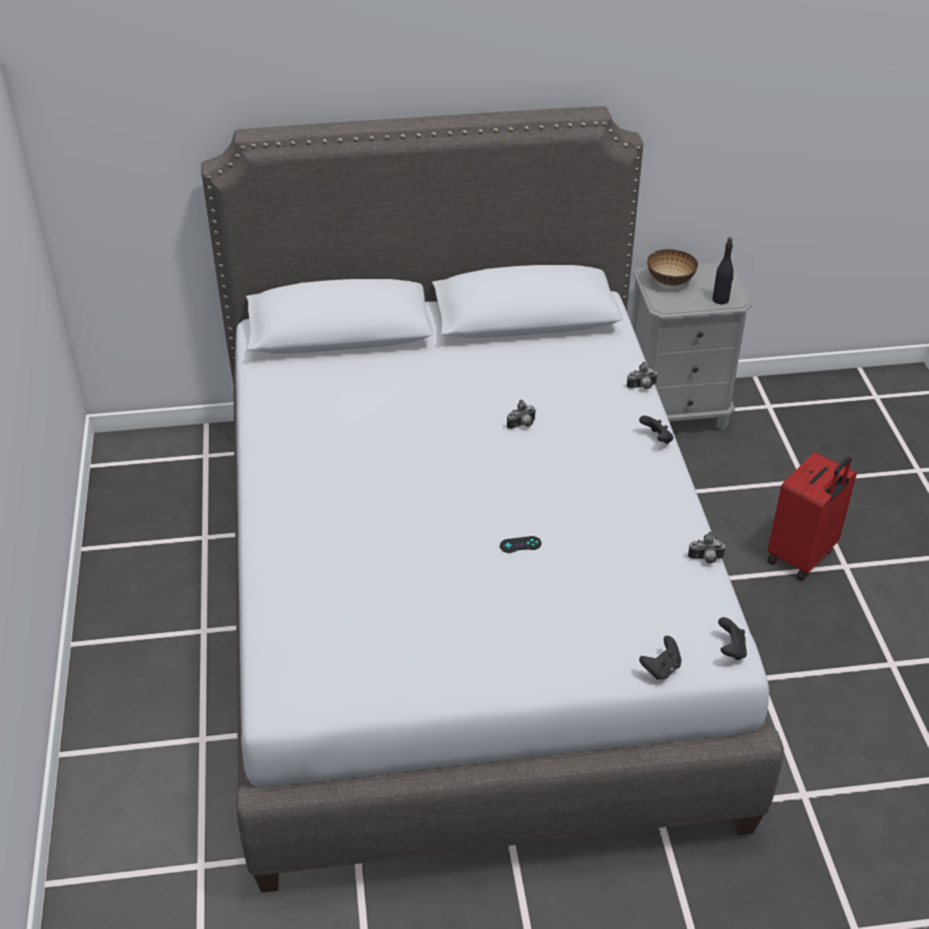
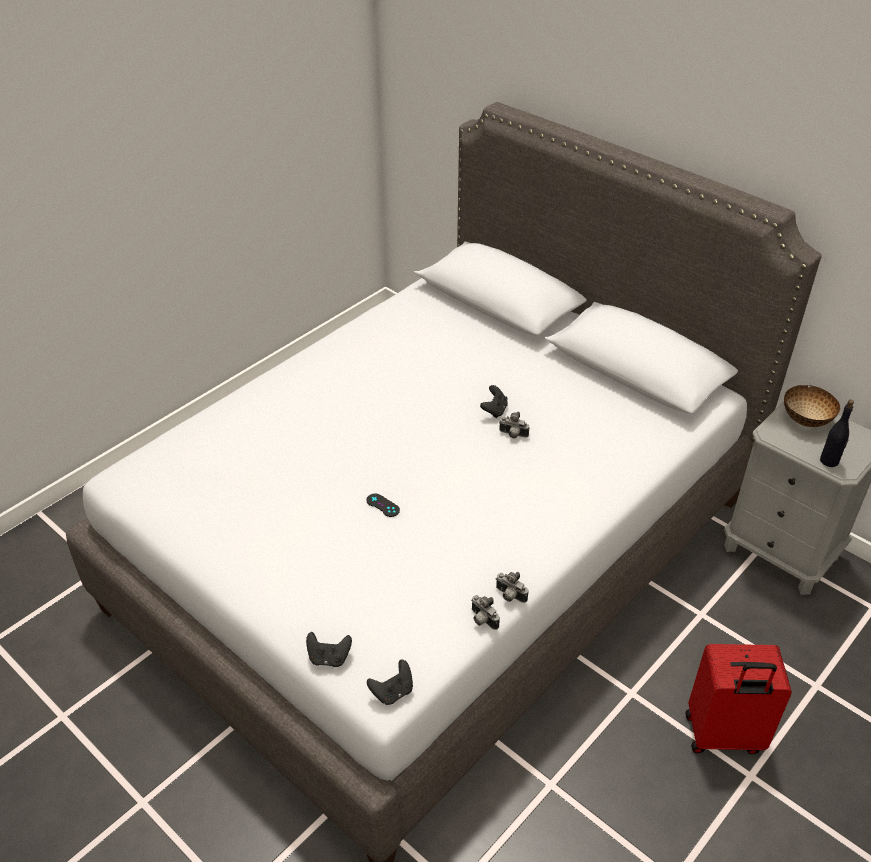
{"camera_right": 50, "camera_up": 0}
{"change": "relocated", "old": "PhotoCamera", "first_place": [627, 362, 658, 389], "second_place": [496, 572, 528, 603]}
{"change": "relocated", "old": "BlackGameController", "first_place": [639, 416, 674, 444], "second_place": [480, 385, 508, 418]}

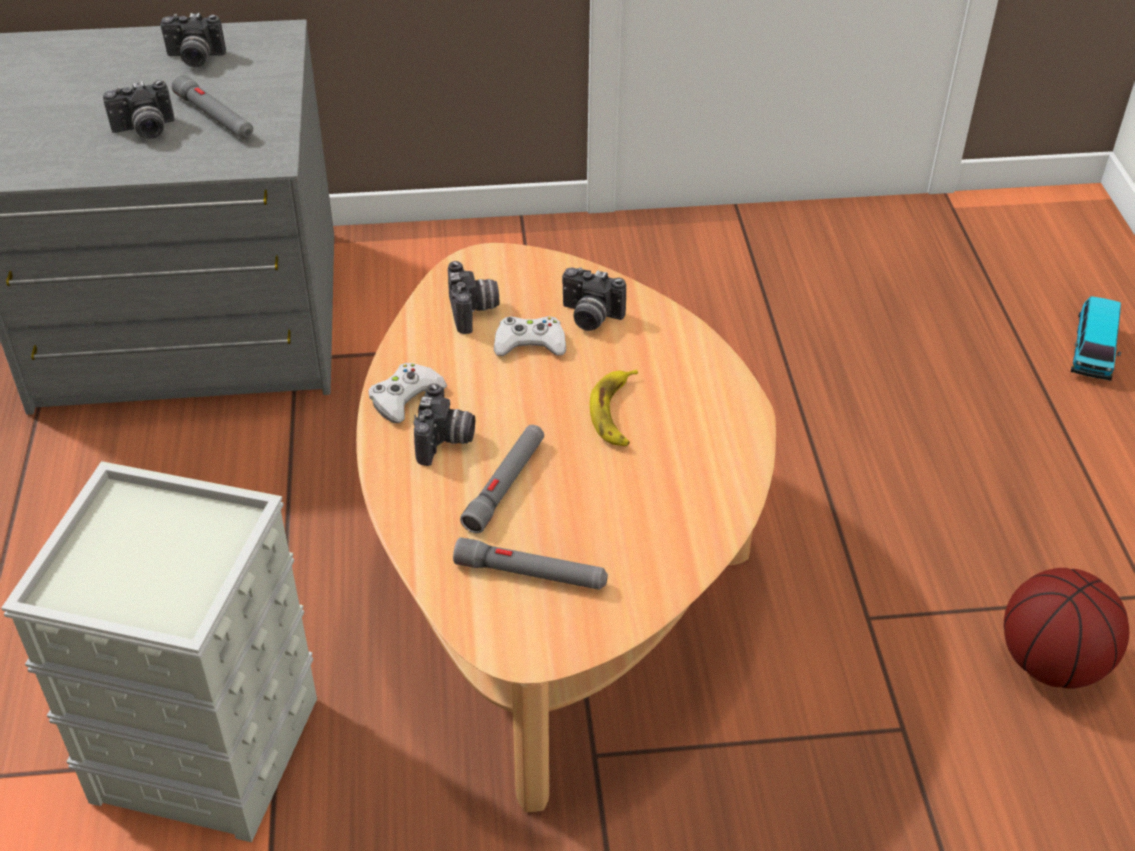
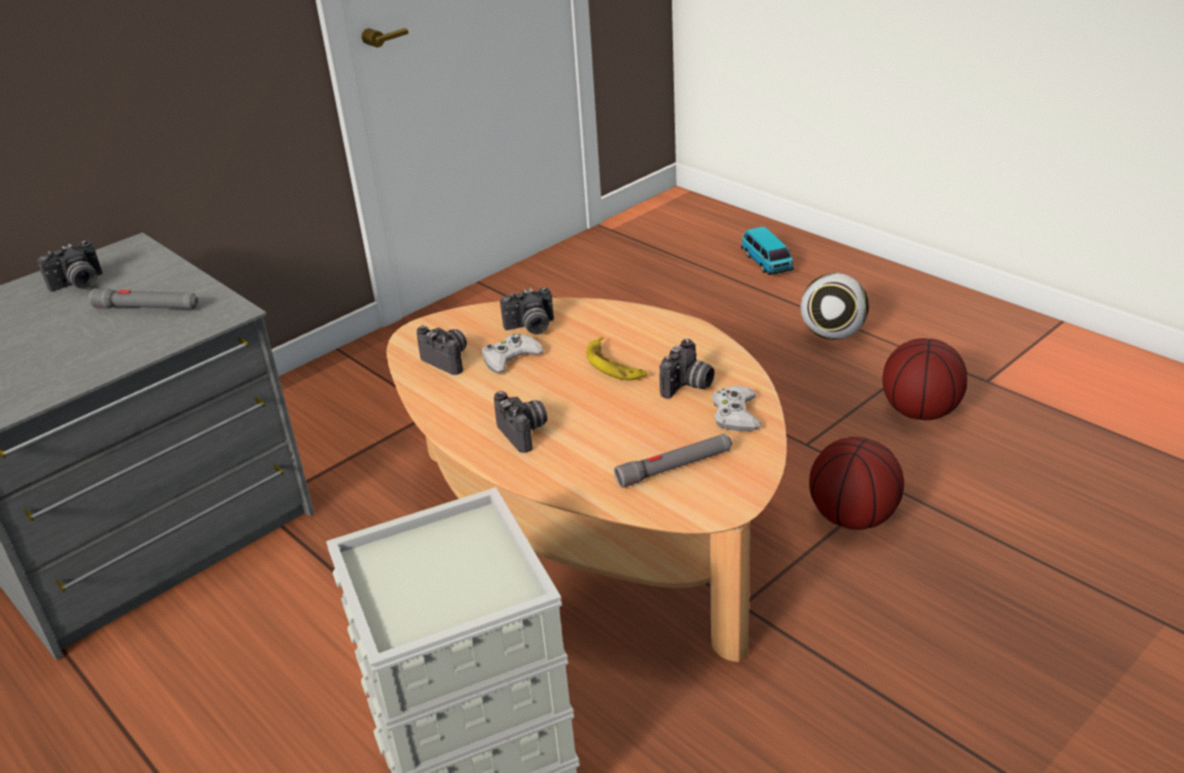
{"camera_right": -35, "camera_up": -10}
{"change": "missing", "old": "GreyFlashlight", "first_place": [460, 425, 544, 533]}
{"change": "appeared", "new": "Football", "second_place": [801, 273, 869, 340]}
{"change": "appeared", "new": "Basketball", "second_place": [809, 437, 904, 530]}
{"change": "relocated", "old": "PhotoCamera", "first_place": [103, 80, 175, 139], "second_place": [659, 339, 714, 399]}
{"change": "relocated", "old": "WhiteGameController", "first_place": [368, 363, 447, 423], "second_place": [712, 386, 761, 431]}

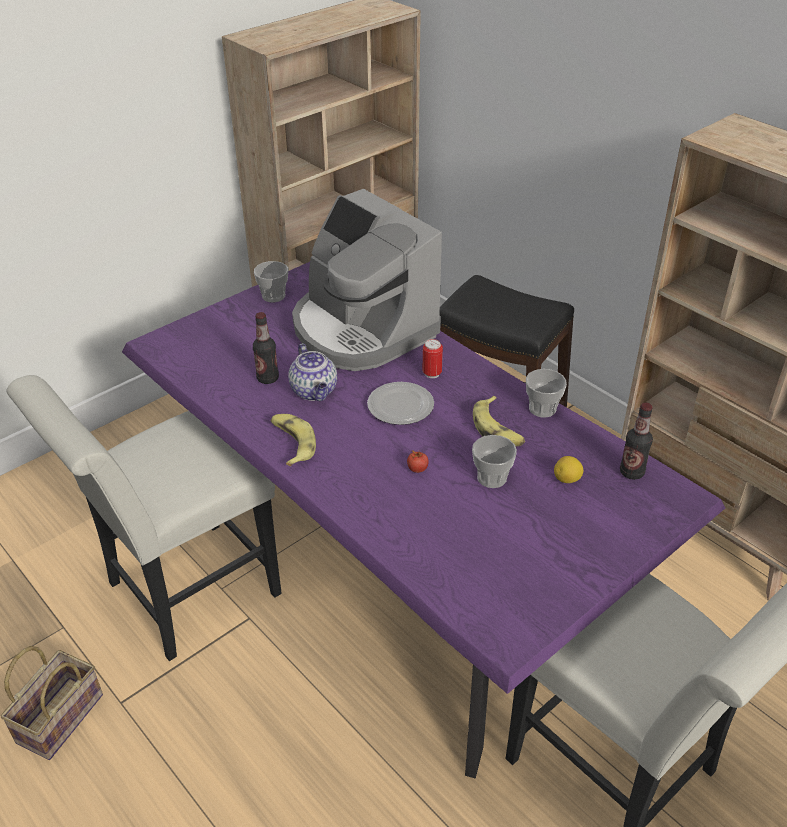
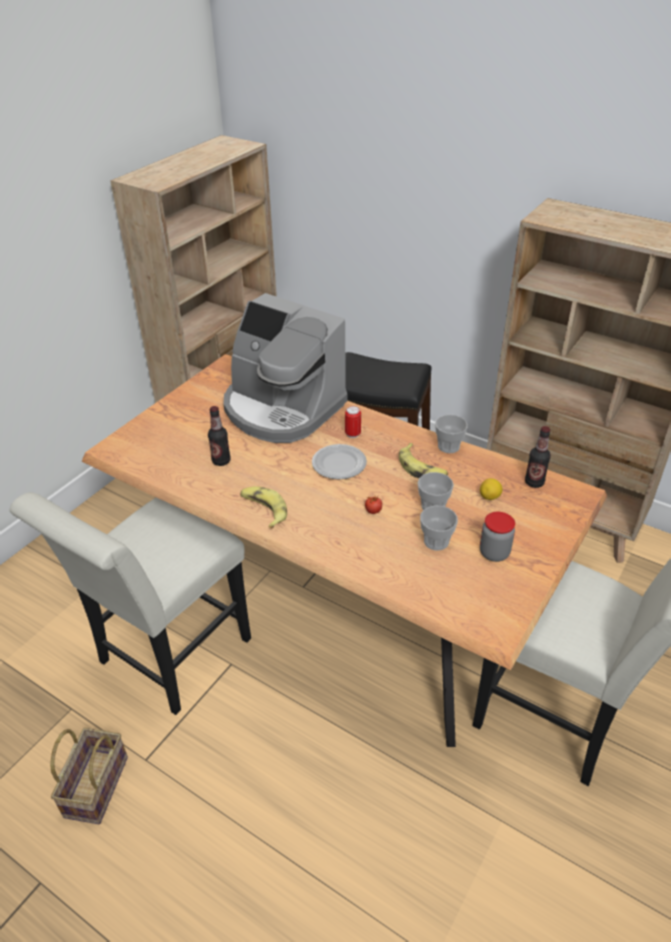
{"camera_right": -15, "camera_up": 0}
{"change": "missing", "old": "Teapot", "first_place": [288, 343, 337, 401]}
{"change": "appeared", "new": "Jar", "second_place": [480, 512, 515, 562]}
{"change": "relocated", "old": "Cup", "first_place": [254, 261, 289, 302], "second_place": [420, 506, 458, 551]}
{"change": "colour", "old": "PurpleDiningTable", "new": "BrownDiningTable", "first_place": [122, 262, 725, 779], "second_place": [82, 354, 607, 747]}

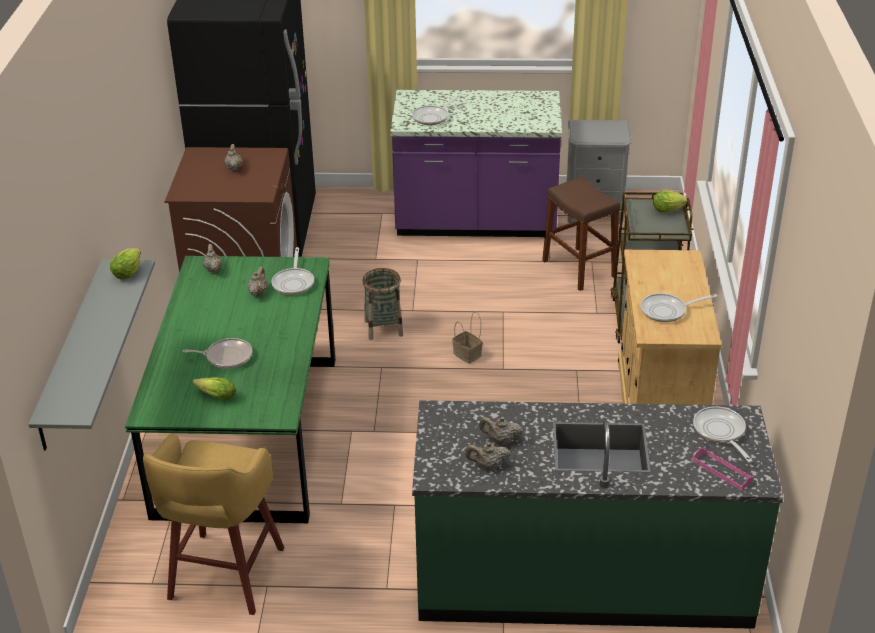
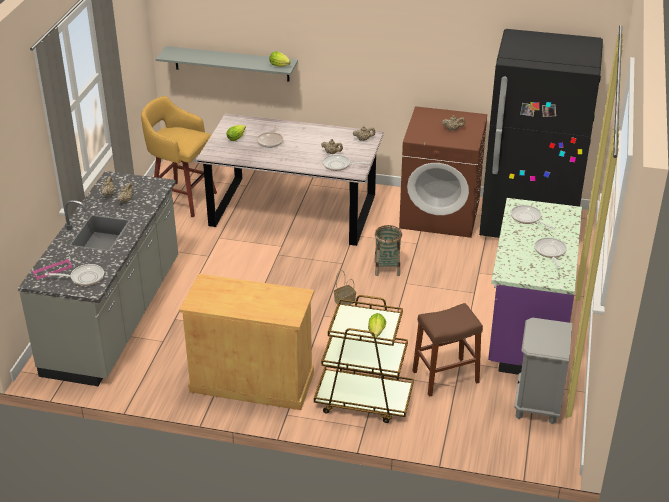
{"camera_right": 100, "camera_up": 0}
{"change": "relocated", "old": "FryingPan", "first_place": [641, 293, 718, 322], "second_place": [534, 237, 567, 269]}
{"change": "colour", "old": "GreenDiningTable", "new": "GreyDiningTable", "first_place": [125, 256, 336, 523], "second_place": [196, 114, 384, 246]}
{"change": "colour", "old": "GreenCounter", "new": "GreyCounter", "first_place": [412, 400, 783, 629], "second_place": [18, 171, 178, 386]}

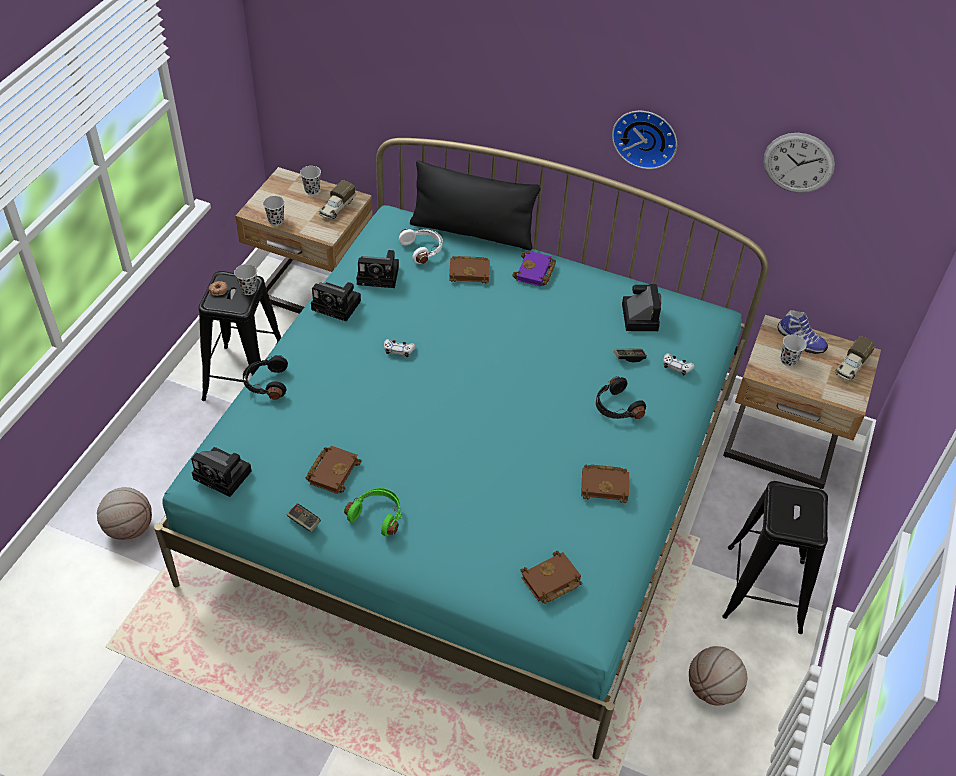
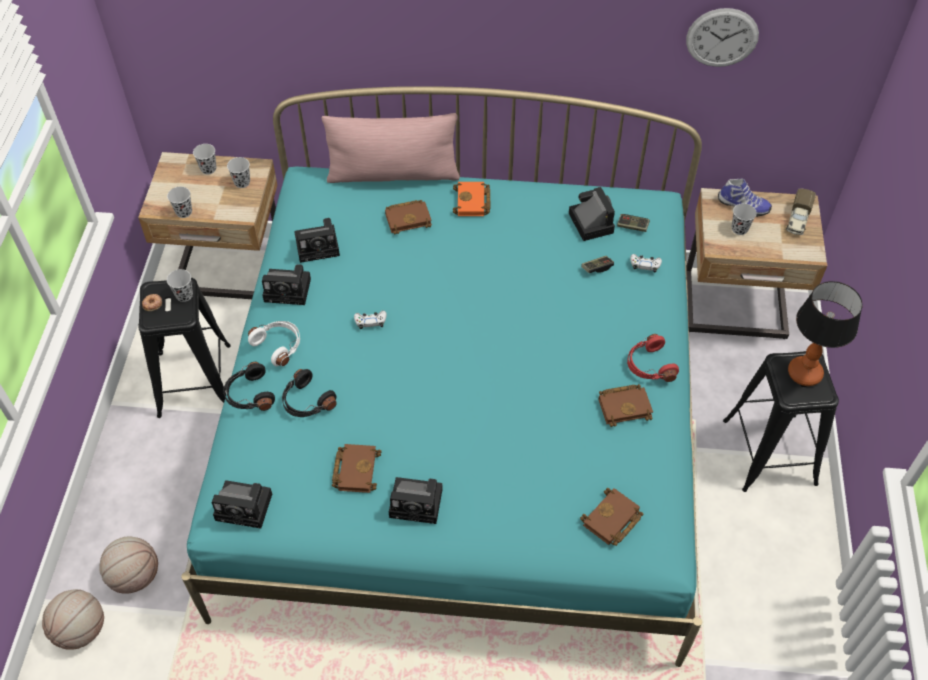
{"camera_right": -15, "camera_up": 5}
{"change": "missing", "old": "WallClock", "first_place": [612, 111, 677, 169]}
{"change": "appeared", "new": "RedHeadphones", "second_place": [627, 334, 679, 382]}
{"change": "appeared", "new": "TableLamp", "second_place": [788, 281, 863, 386]}
{"change": "relocated", "old": "GameController", "first_place": [287, 504, 321, 532], "second_place": [617, 214, 650, 232]}
{"change": "relocated", "old": "WhiteHeadphones", "first_place": [399, 229, 443, 264], "second_place": [248, 321, 300, 366]}
{"change": "relocated", "old": "BlackHeadphones", "first_place": [596, 376, 646, 419], "second_place": [282, 369, 337, 417]}
{"change": "relocated", "old": "Basketball", "first_place": [689, 646, 747, 706], "second_place": [42, 589, 104, 650]}
{"change": "exchanged", "old": "ToyTruck", "new": "BlackCup", "first_place": [319, 180, 355, 219], "second_place": [227, 157, 250, 188]}
{"change": "exchanged", "old": "GreenHeadphones", "new": "PhotoCamera", "first_place": [344, 488, 402, 537], "second_place": [389, 477, 443, 524]}
{"change": "colour", "old": "BlackPillow", "new": "PinkPillow", "first_place": [410, 160, 541, 251], "second_place": [321, 113, 460, 183]}
{"change": "colour", "old": "PurpleBook", "new": "OrangeBook", "first_place": [512, 251, 556, 287], "second_place": [453, 182, 490, 216]}

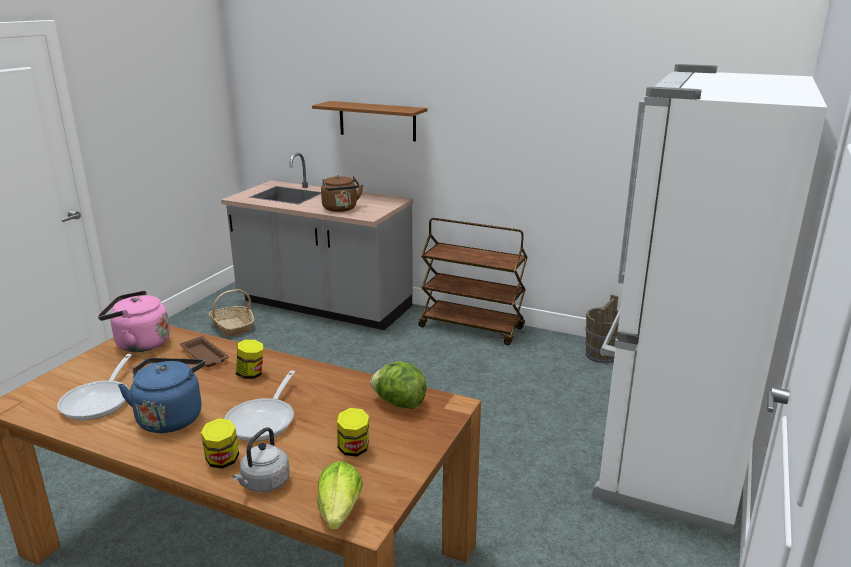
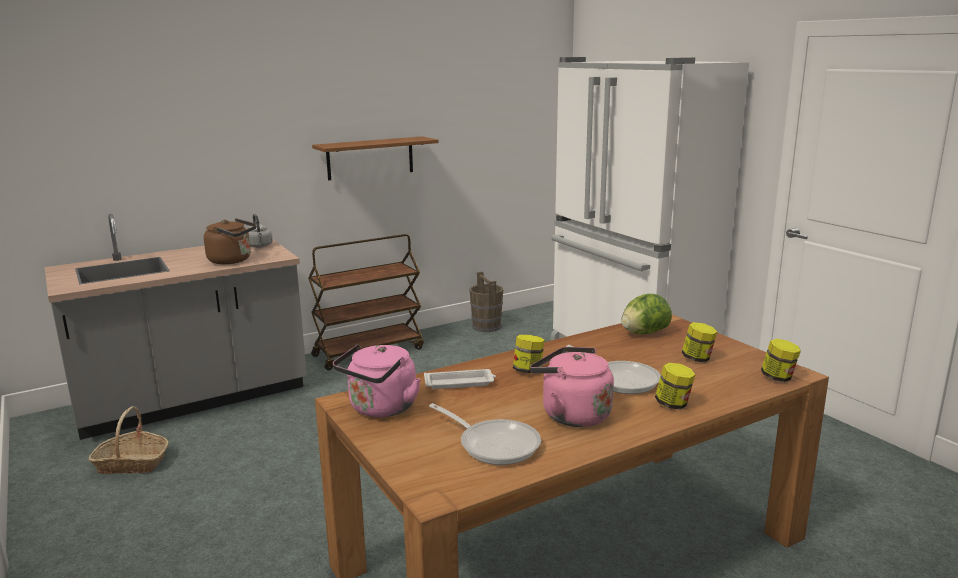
{"camera_right": -55, "camera_up": -5}
{"change": "relocated", "old": "GreyKettle", "first_place": [232, 427, 290, 492], "second_place": [248, 214, 273, 248]}
{"change": "relocated", "old": "BrownShelf", "first_place": [312, 101, 427, 141], "second_place": [312, 136, 439, 181]}
{"change": "exchanged", "old": "Lettuce", "new": "Jar", "first_place": [317, 461, 363, 529], "second_place": [761, 339, 801, 382]}
{"change": "colour", "old": "BlueKettle", "new": "PinkKettle", "first_place": [118, 358, 205, 433], "second_place": [530, 347, 614, 427]}
{"change": "colour", "old": "BrownTray", "new": "WhiteTray", "first_place": [180, 336, 229, 367], "second_place": [424, 369, 496, 389]}

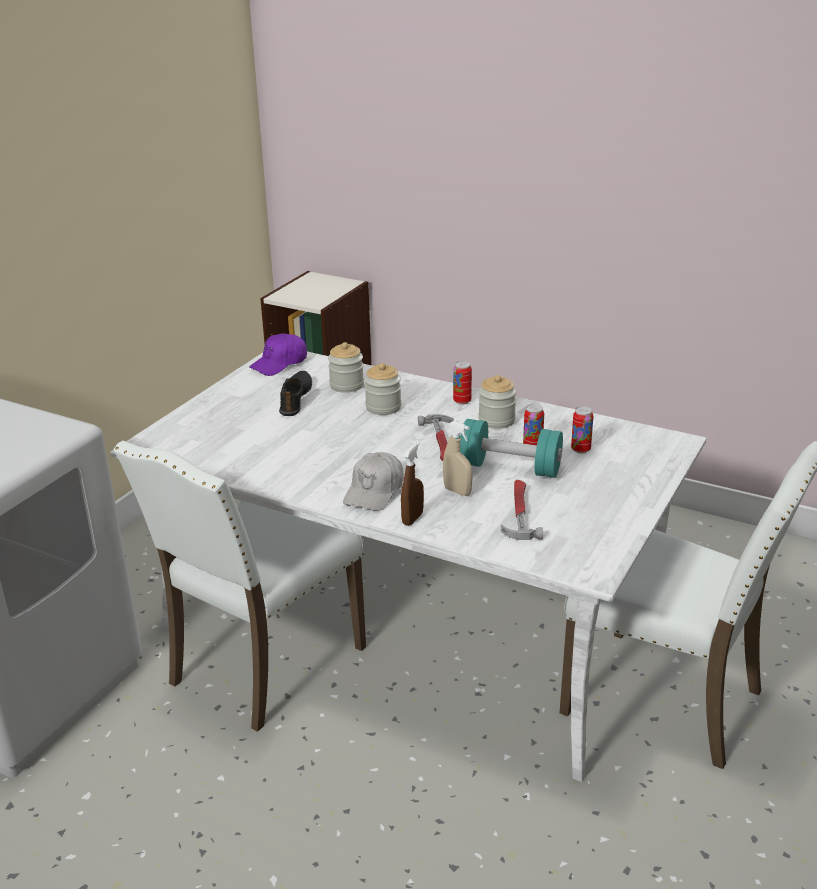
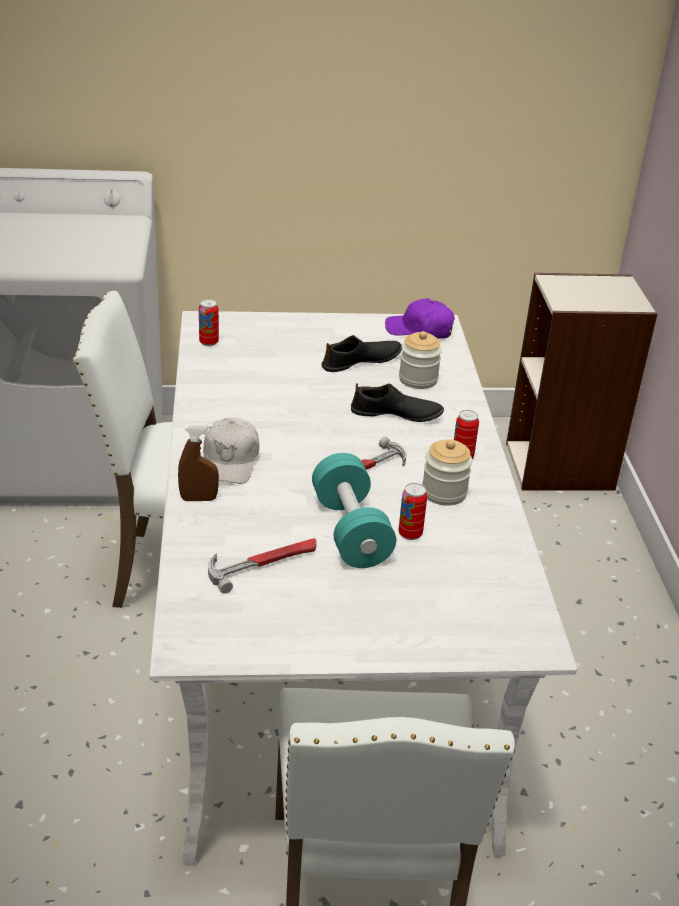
{"camera_right": 55, "camera_up": 5}
{"change": "missing", "old": "BeigeSprayBottle", "first_place": [443, 421, 473, 496]}
{"change": "relocated", "old": "Can", "first_place": [571, 406, 593, 454], "second_place": [199, 299, 219, 346]}
{"change": "exchanged", "old": "Jar", "new": "BlackShoe", "first_place": [364, 363, 401, 415], "second_place": [351, 383, 444, 422]}
{"change": "spun", "old": "WhiteCap", "first_place": [343, 452, 404, 511], "second_place": [203, 417, 259, 484], "degrees": -75}

